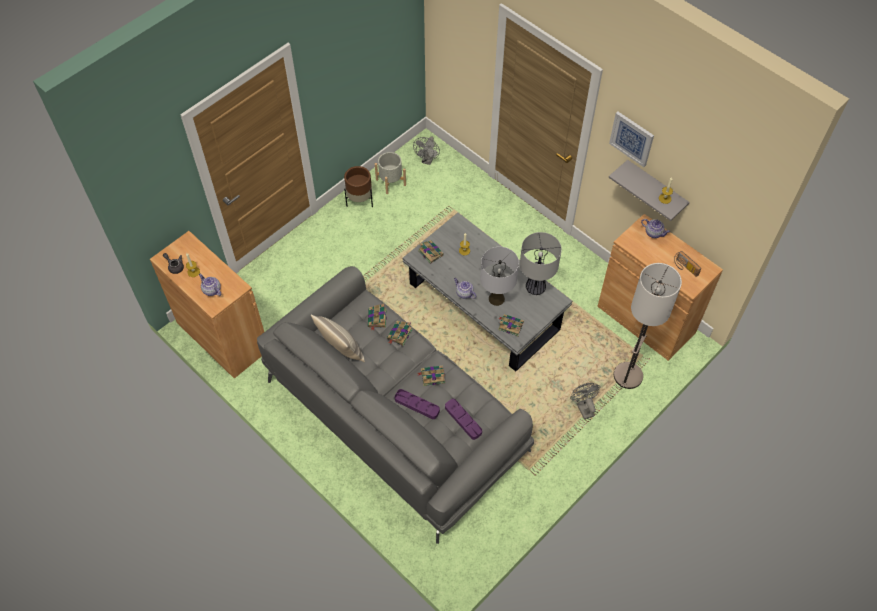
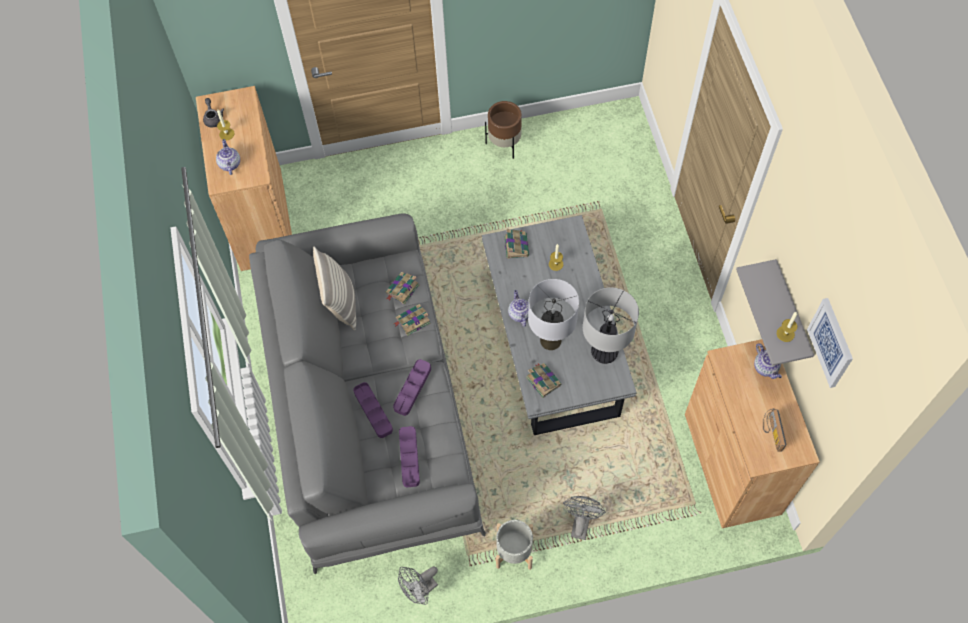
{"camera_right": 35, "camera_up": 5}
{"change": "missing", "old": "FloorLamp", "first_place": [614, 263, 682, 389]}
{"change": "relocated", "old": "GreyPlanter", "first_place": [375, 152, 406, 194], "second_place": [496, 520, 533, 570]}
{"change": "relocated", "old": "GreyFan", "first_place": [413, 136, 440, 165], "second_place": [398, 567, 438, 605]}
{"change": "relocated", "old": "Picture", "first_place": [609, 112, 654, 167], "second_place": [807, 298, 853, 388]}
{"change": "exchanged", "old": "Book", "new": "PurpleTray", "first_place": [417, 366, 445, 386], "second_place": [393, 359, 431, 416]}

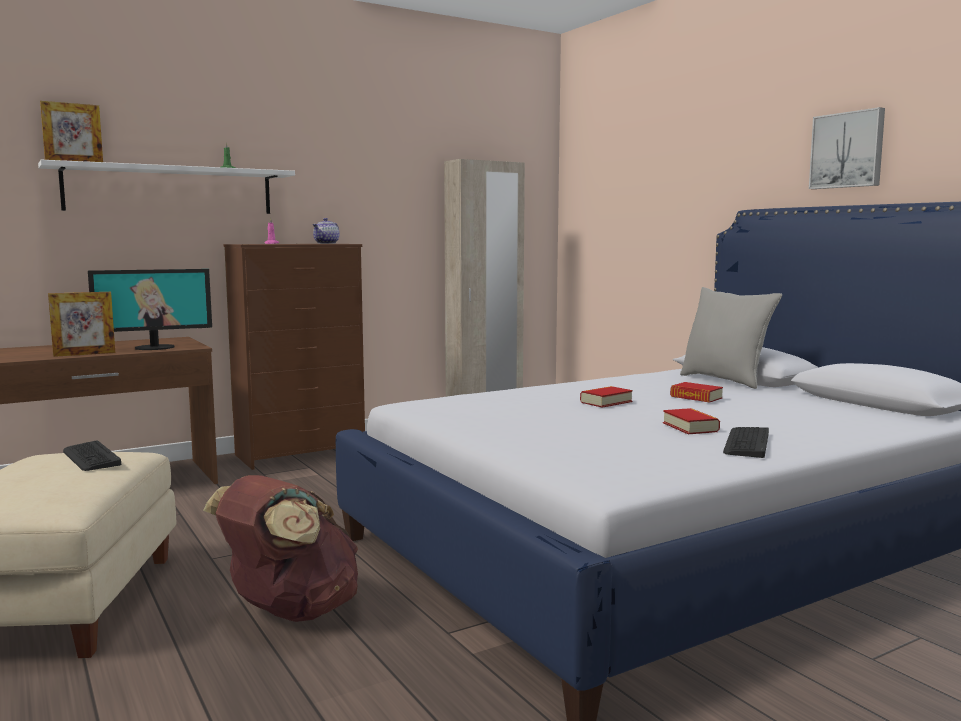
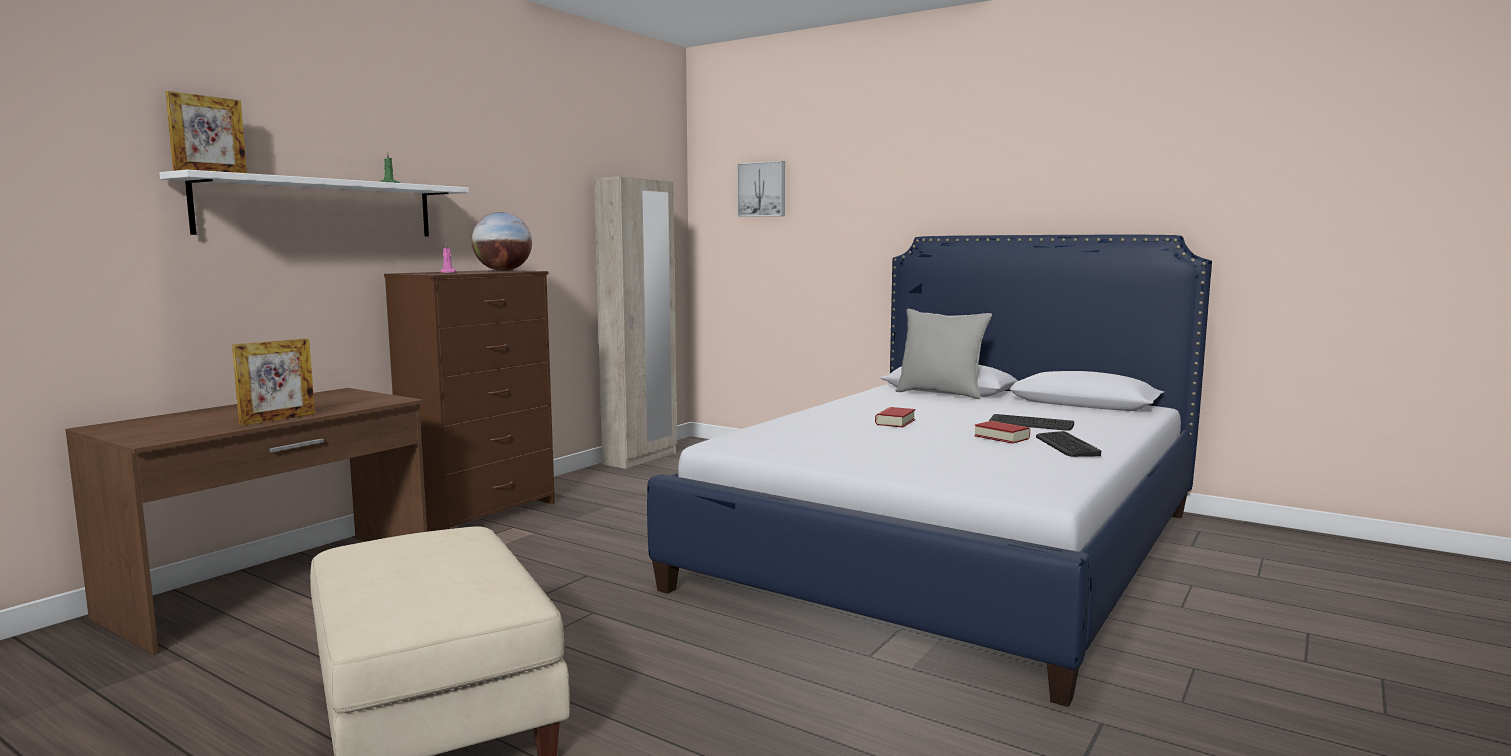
{"camera_right": -25, "camera_up": 0}
{"change": "missing", "old": "Monitor", "first_place": [88, 269, 212, 350]}
{"change": "missing", "old": "BrownBackpack", "first_place": [203, 475, 358, 622]}
{"change": "missing", "old": "Book", "first_place": [670, 382, 723, 402]}
{"change": "relocated", "old": "Keyboard", "first_place": [63, 441, 121, 471], "second_place": [989, 414, 1074, 431]}
{"change": "relocated", "old": "Picture", "first_place": [809, 107, 885, 189], "second_place": [737, 161, 785, 217]}
{"change": "exchanged", "old": "Teapot", "new": "Globe", "first_place": [313, 218, 340, 244], "second_place": [471, 212, 532, 271]}

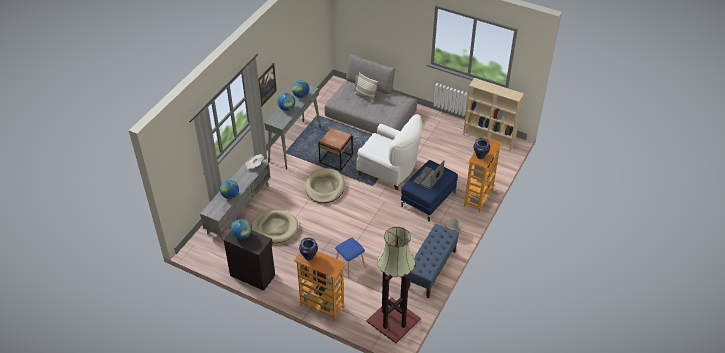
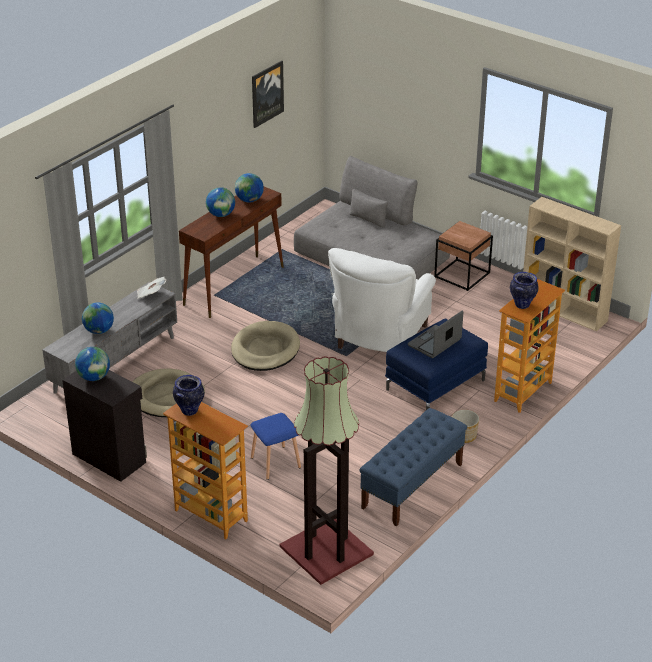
{"camera_right": 10, "camera_up": -10}
{"change": "missing", "old": "Pillow", "first_place": [354, 72, 378, 103]}
{"change": "relocated", "old": "Picture", "first_place": [258, 63, 277, 107], "second_place": [252, 61, 284, 128]}
{"change": "relocated", "old": "BrownSideTable", "first_place": [318, 127, 353, 171], "second_place": [434, 221, 493, 291]}
{"change": "colour", "old": "GreyConsoleTable", "new": "BrownConsoleTable", "first_place": [265, 85, 321, 169], "second_place": [179, 187, 284, 318]}
{"change": "spun", "old": "WhiteArmchair", "first_place": [356, 114, 422, 190], "second_place": [328, 248, 436, 352], "degrees": 75}

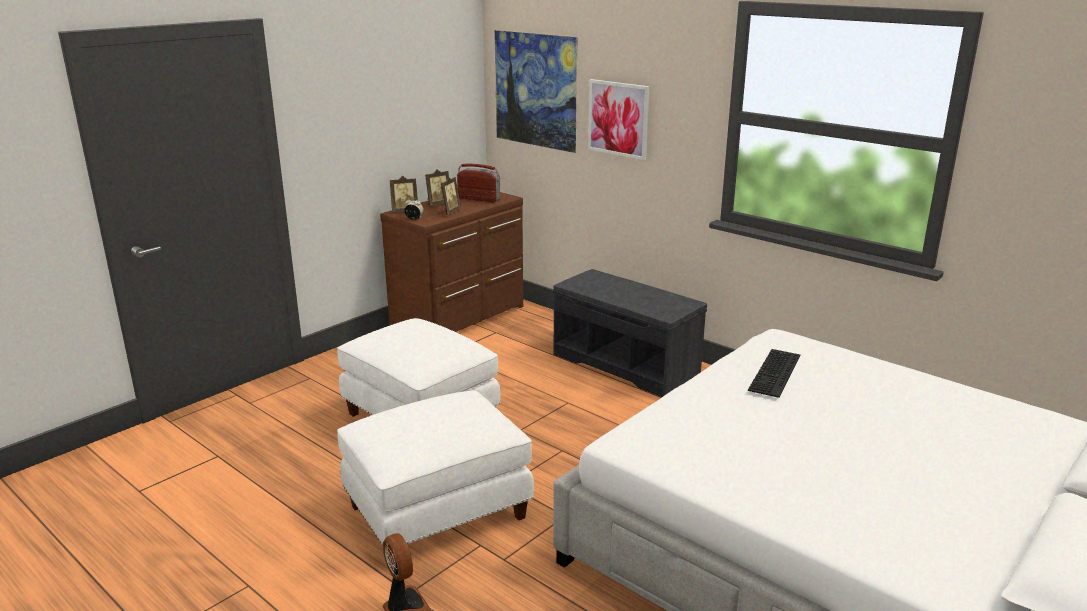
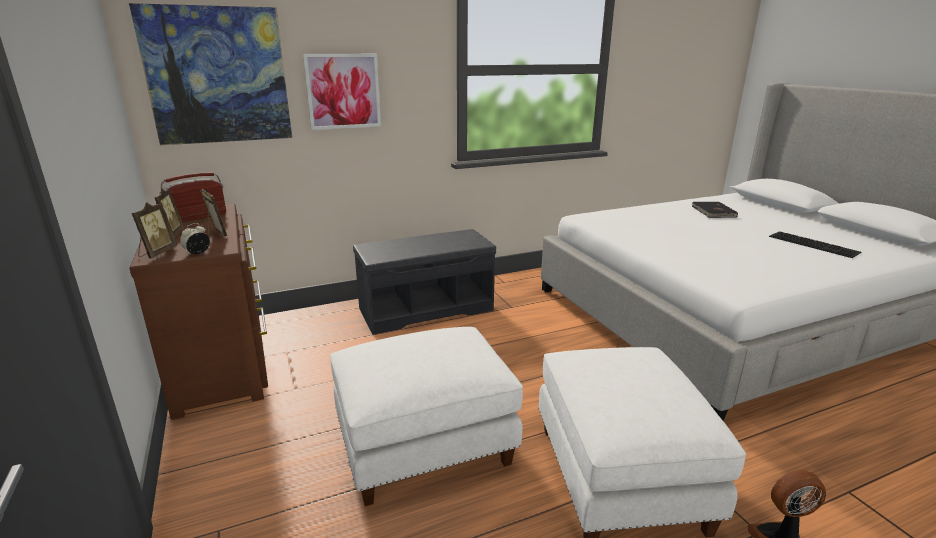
{"camera_right": -65, "camera_up": 0}
{"change": "appeared", "new": "BlackBook", "second_place": [692, 202, 738, 218]}
{"change": "relocated", "old": "Keyboard", "first_place": [748, 349, 801, 398], "second_place": [769, 232, 861, 258]}

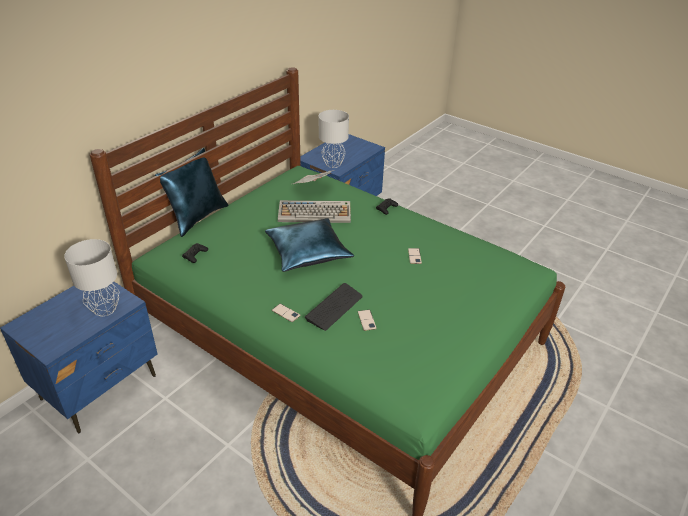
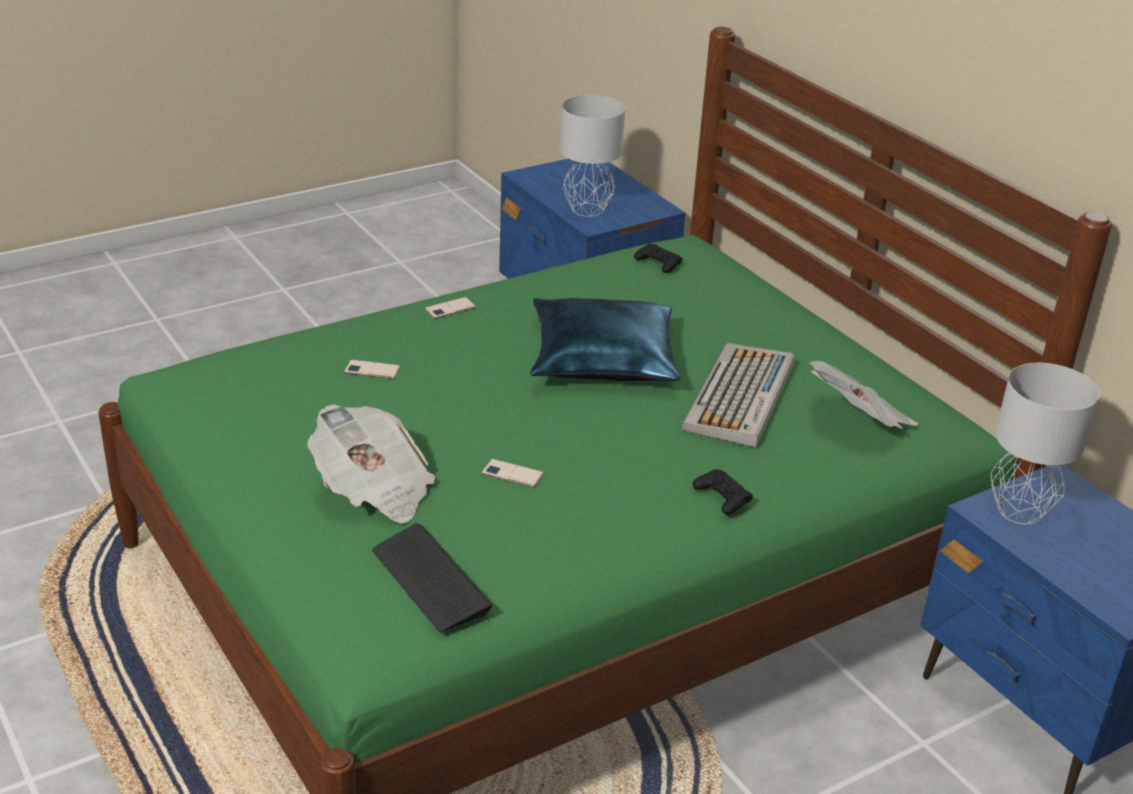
{"camera_right": 110, "camera_up": -5}
{"change": "missing", "old": "BluePillow", "first_place": [155, 148, 229, 237]}
{"change": "appeared", "new": "Newspaper", "second_place": [307, 404, 436, 523]}
{"change": "relocated", "old": "Keyboard", "first_place": [305, 283, 363, 331], "second_place": [372, 523, 493, 632]}

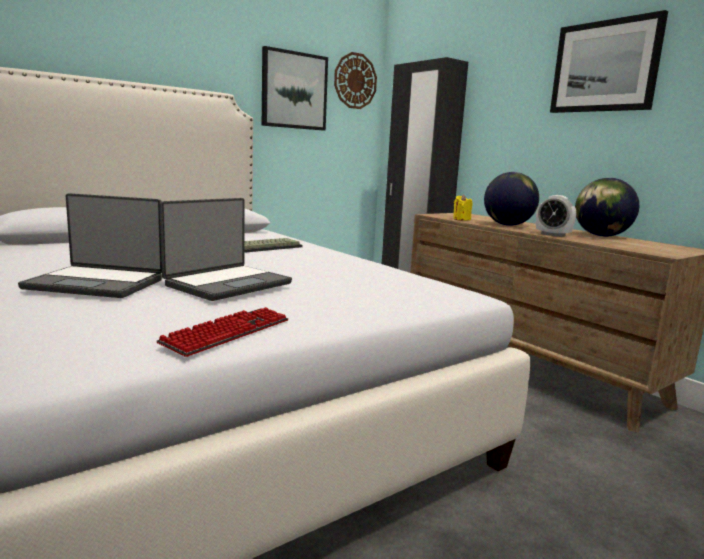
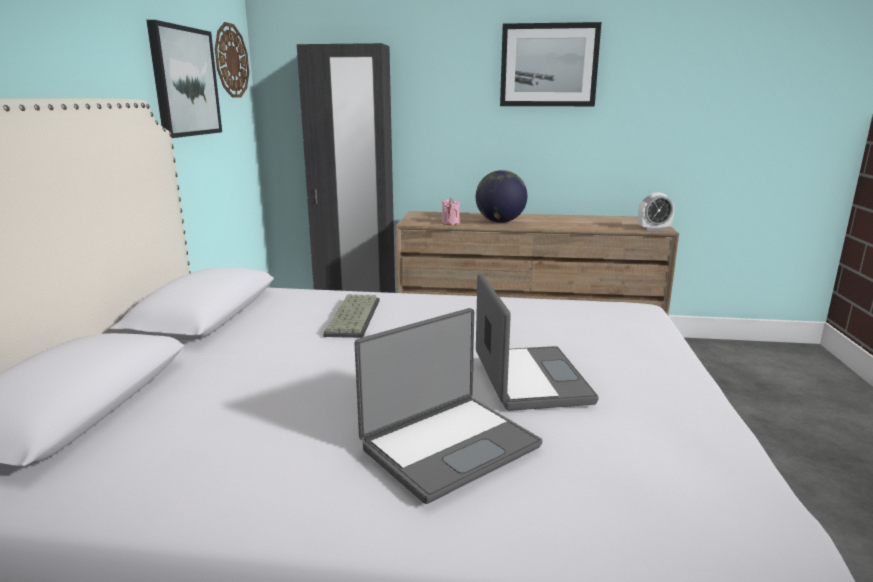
{"camera_right": -45, "camera_up": 5}
{"change": "missing", "old": "Keyboard", "first_place": [156, 307, 288, 357]}
{"change": "missing", "old": "Globe", "first_place": [575, 178, 639, 237]}
{"change": "relocated", "old": "AlarmClock", "first_place": [536, 195, 576, 237], "second_place": [638, 192, 675, 231]}
{"change": "colour", "old": "YellowCandle", "new": "PinkCandle", "first_place": [453, 195, 473, 221], "second_place": [442, 198, 460, 225]}

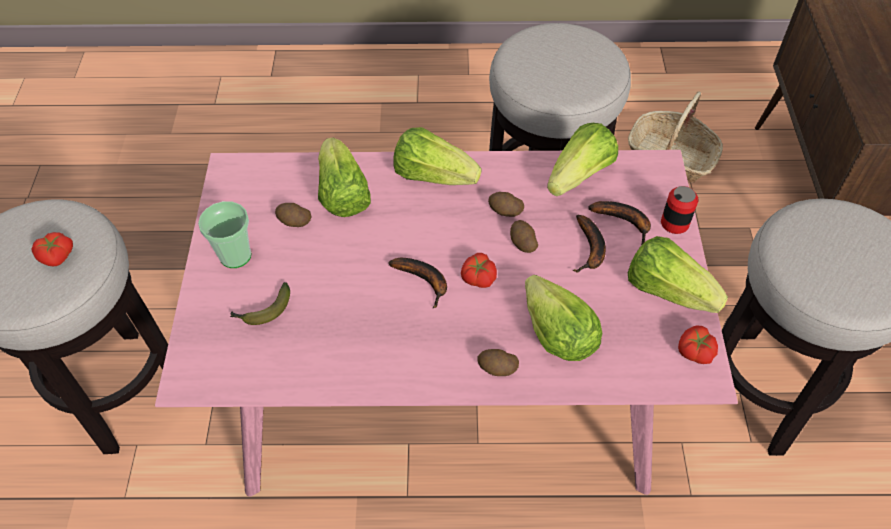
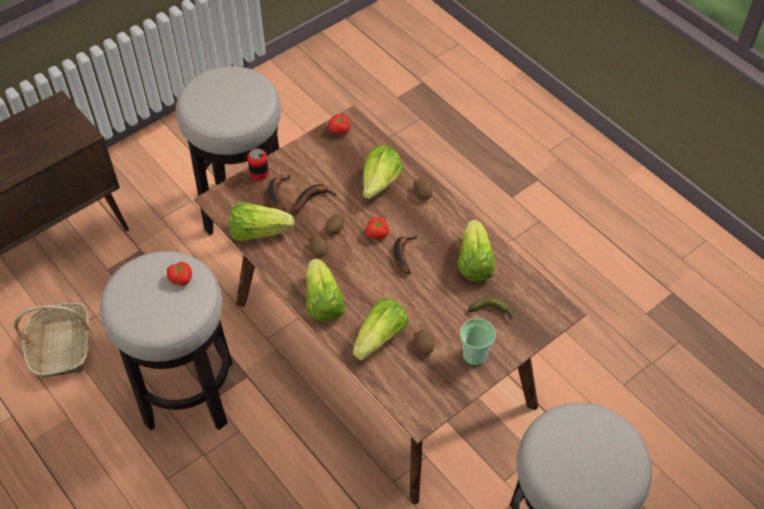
{"camera_right": -130, "camera_up": 0}
{"change": "relocated", "old": "Tomato", "first_place": [31, 232, 73, 266], "second_place": [167, 262, 192, 286]}
{"change": "relocated", "old": "Lettuce", "first_place": [628, 236, 728, 313], "second_place": [457, 220, 495, 282]}
{"change": "colour", "old": "PinkDiningTable", "new": "BrownDiningTable", "first_place": [155, 150, 738, 496], "second_place": [194, 105, 586, 504]}

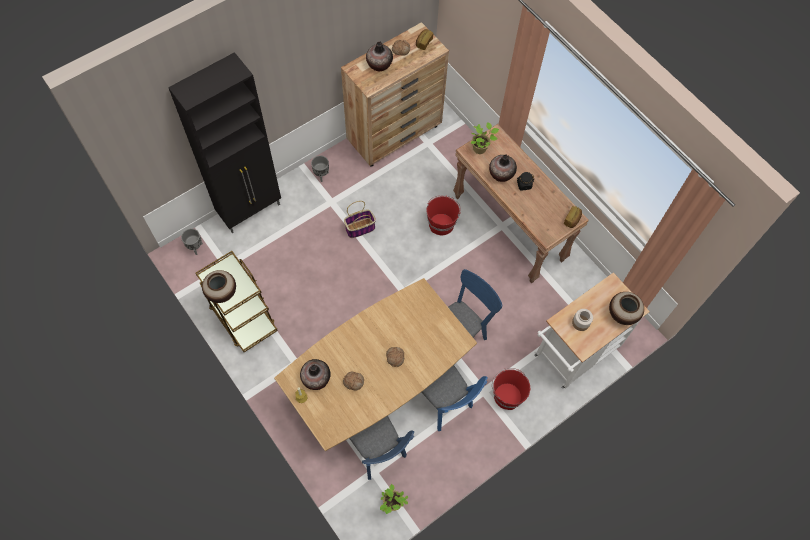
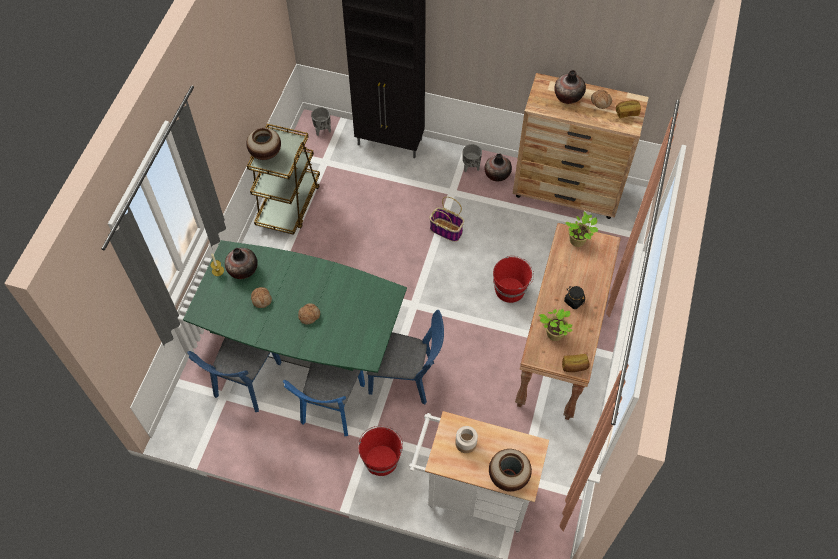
{"camera_right": 55, "camera_up": -5}
{"change": "relocated", "old": "PottedPlant", "first_place": [380, 484, 408, 514], "second_place": [539, 309, 573, 341]}
{"change": "relocated", "old": "Vase", "first_place": [489, 154, 517, 182], "second_place": [484, 154, 512, 181]}
{"change": "colour", "old": "BrownDiningTable", "new": "GreenDiningTable", "first_place": [274, 278, 477, 451], "second_place": [183, 240, 407, 373]}

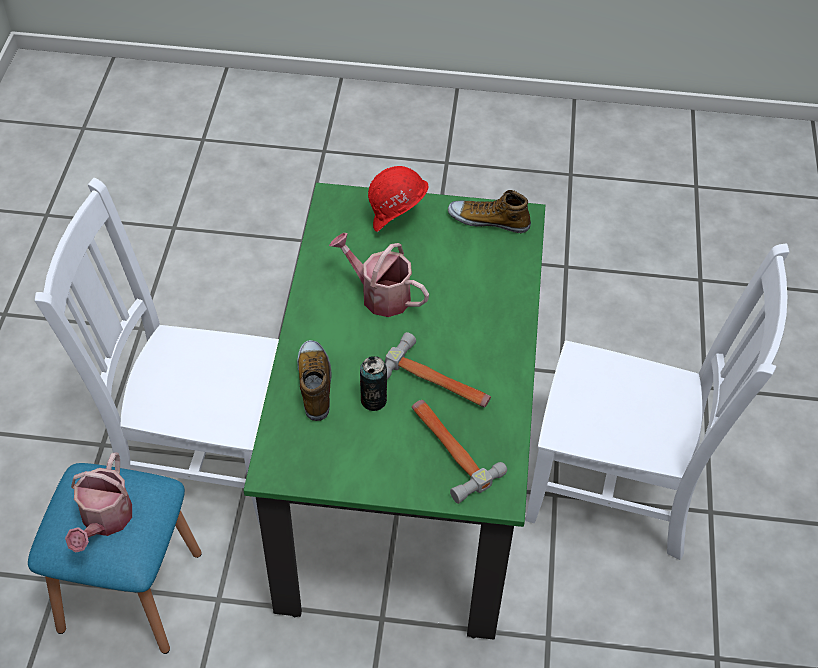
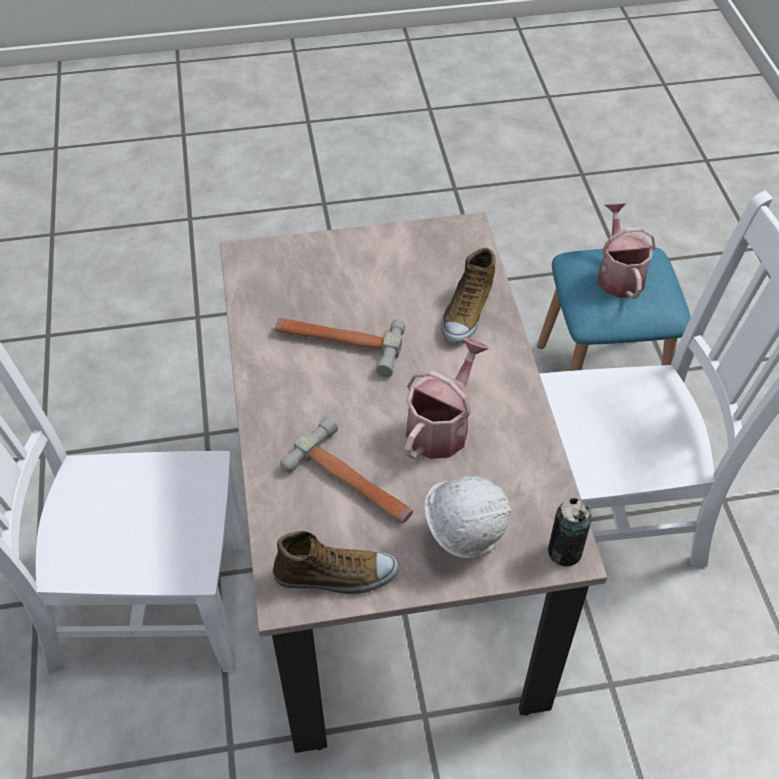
{"camera_right": 165, "camera_up": 0}
{"change": "relocated", "old": "Can", "first_place": [360, 356, 387, 411], "second_place": [548, 498, 592, 566]}
{"change": "relocated", "old": "Hammer", "first_place": [412, 400, 507, 504], "second_place": [280, 416, 413, 524]}
{"change": "colour", "old": "GreenDiningTable", "new": "BeigeDiningTable", "first_place": [243, 183, 545, 640], "second_place": [220, 212, 607, 753]}
{"change": "colour", "old": "RedHardHat", "new": "WhiteHardHat", "first_place": [351, 166, 428, 252], "second_place": [424, 476, 511, 559]}
{"change": "spun", "old": "Shoe", "first_place": [297, 340, 331, 421], "second_place": [441, 248, 496, 343], "degrees": 45}
{"change": "spun", "old": "WateringCan", "first_place": [329, 233, 429, 317], "second_place": [405, 337, 489, 459], "degrees": -75}

